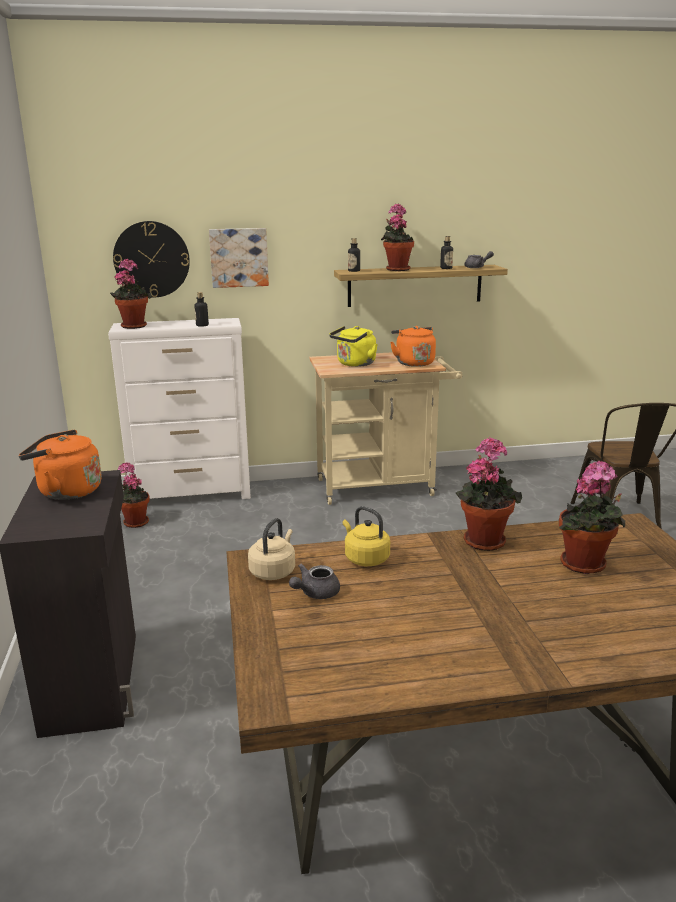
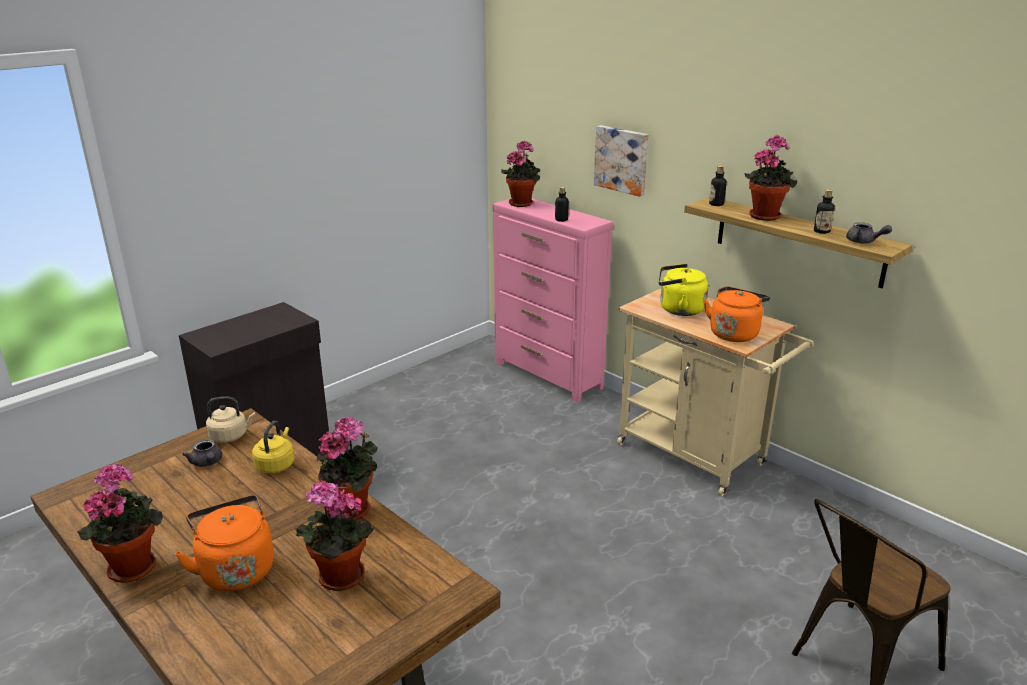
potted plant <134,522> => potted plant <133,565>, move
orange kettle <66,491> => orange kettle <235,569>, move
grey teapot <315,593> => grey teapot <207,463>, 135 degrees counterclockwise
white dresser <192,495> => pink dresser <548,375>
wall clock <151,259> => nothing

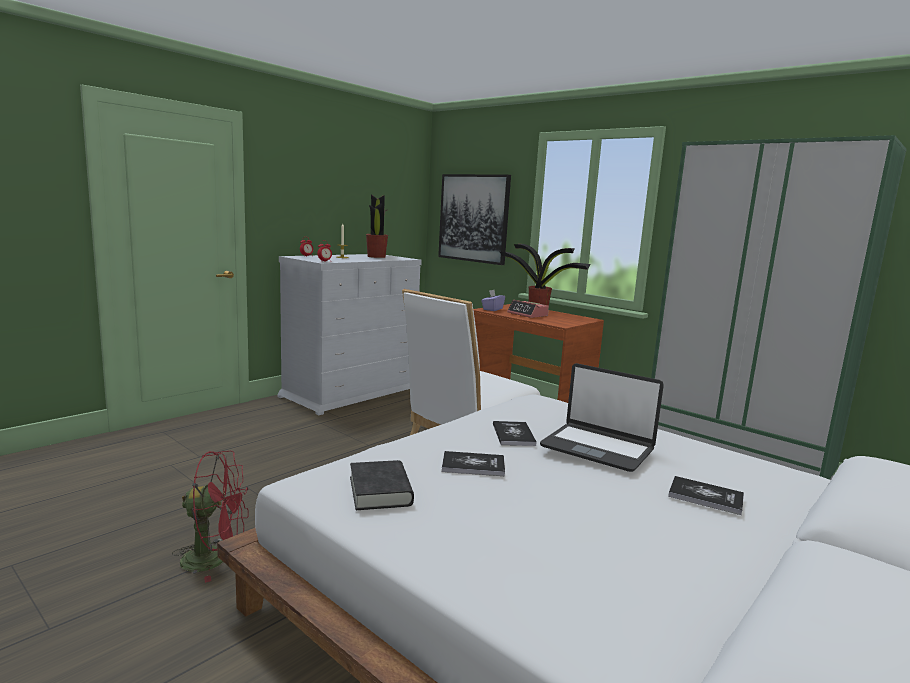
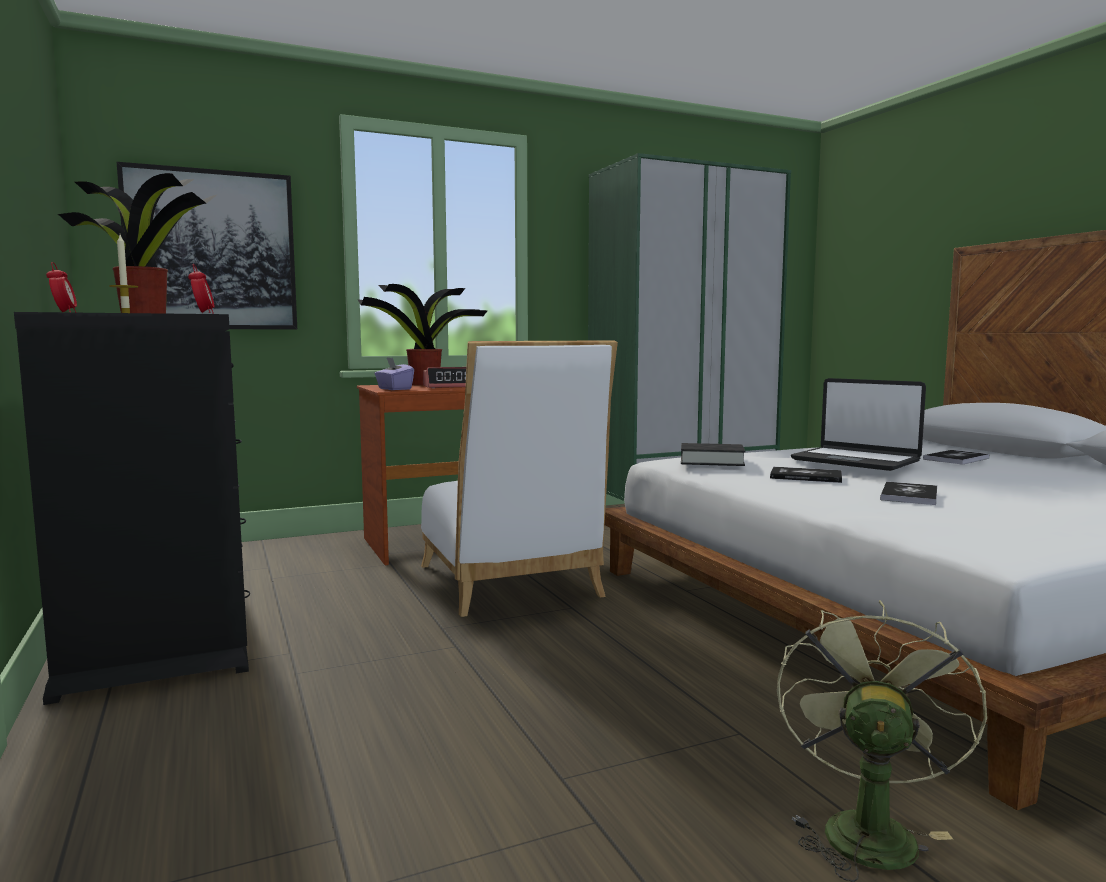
white dresser <350,392> => black dresser <161,628>
black book <380,491> => black book <711,461>, move
red fan <214,559> => green fan <865,828>
laptop <597,448> => laptop <855,460>, 75 degrees clockwise

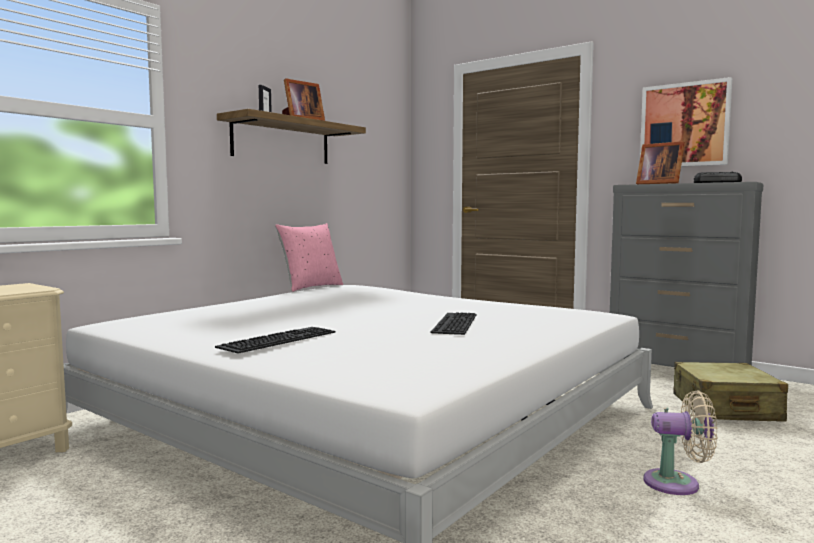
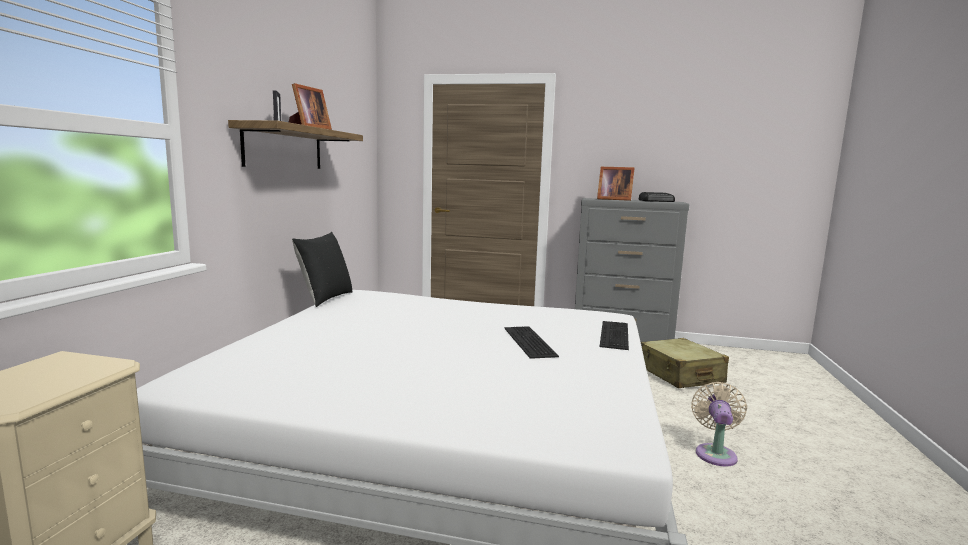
pink pillow <311,287> => black pillow <325,298>
keyboard <278,339> => keyboard <612,334>, move
beige fan <677,483> => beige fan <715,453>, 60 degrees counterclockwise
picture <684,125> => nothing

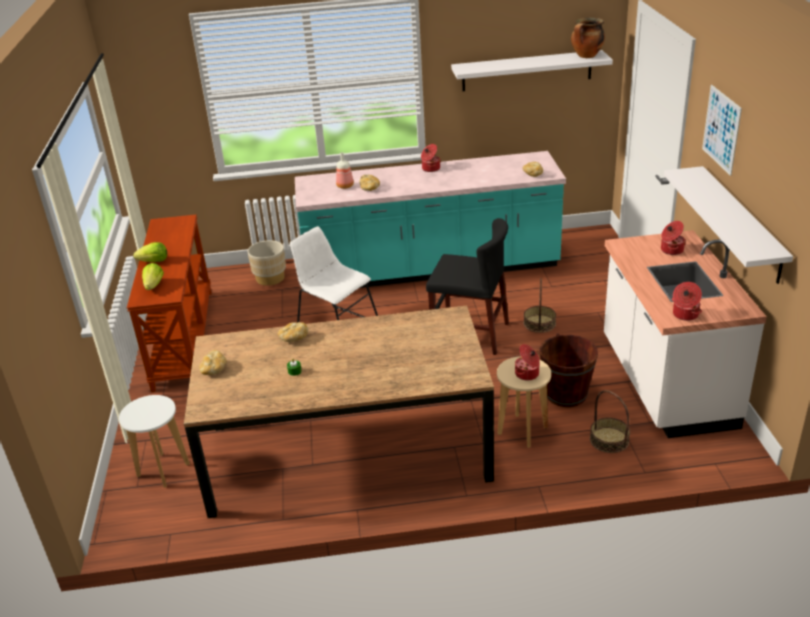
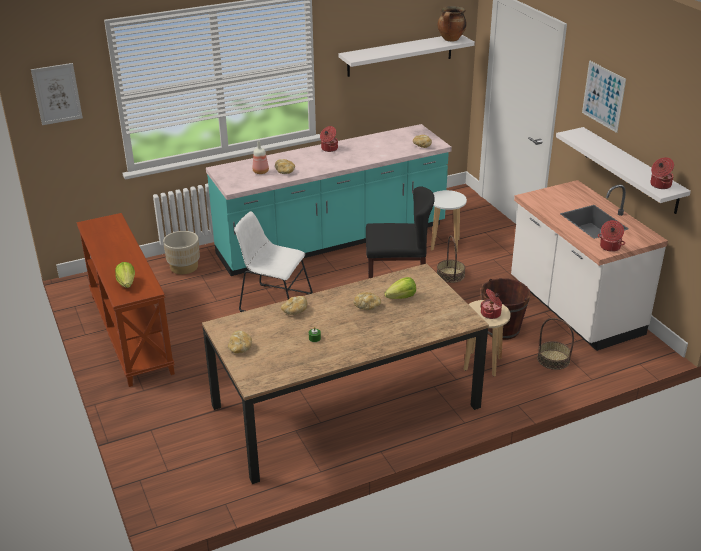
nothing => picture <57,94>
nothing => bread <367,306>
lettuce <154,261> => lettuce <401,297>, move
white stool <163,470> => white stool <444,245>, move
cooking pot <671,250> => cooking pot <659,185>, move

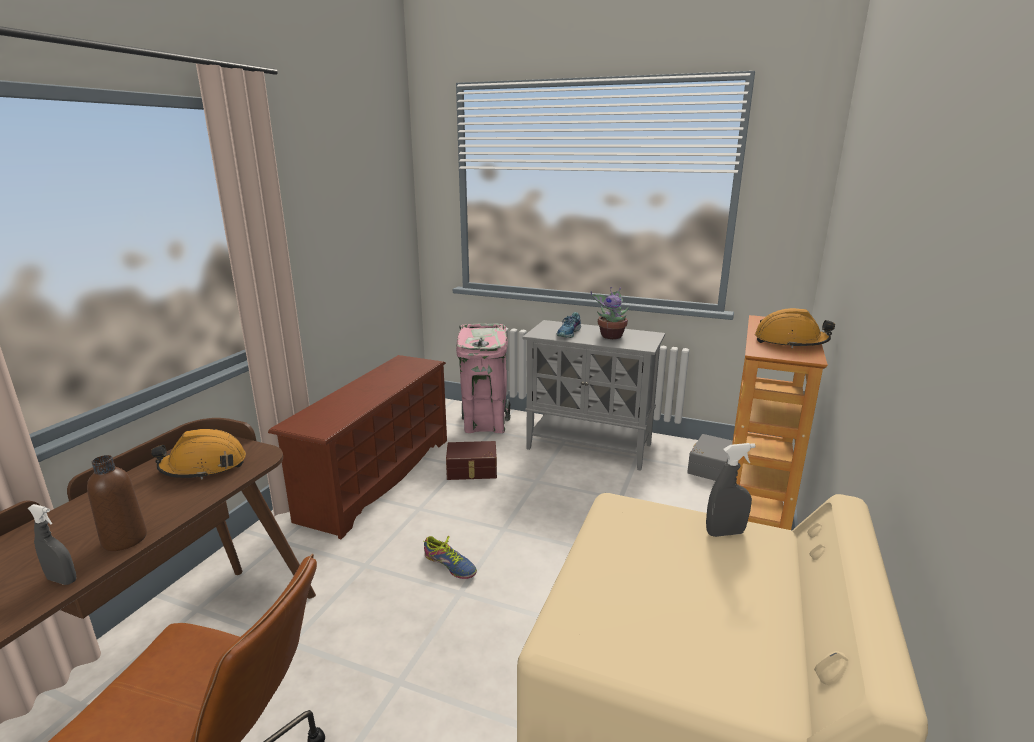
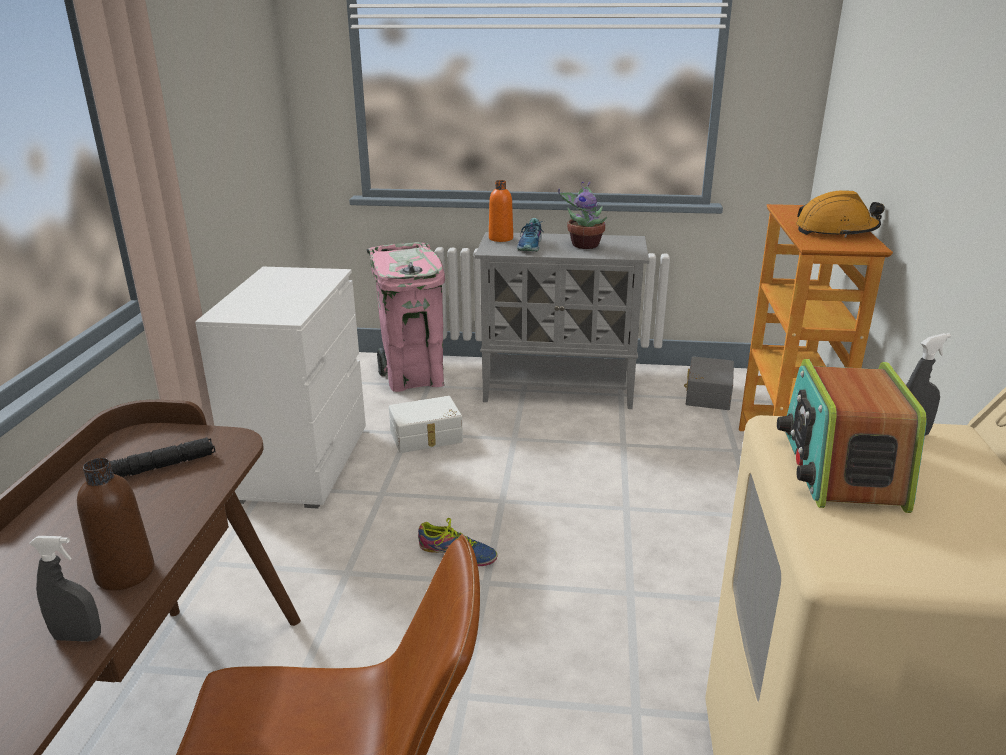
orange hard hat <204,466> => black flashlight <161,467>
brown shoe rack <376,477> => white dresser <303,463>
brown storage box <472,470> => white storage box <426,437>
nothing => orange bottle <501,238>
nothing => radio <840,468>

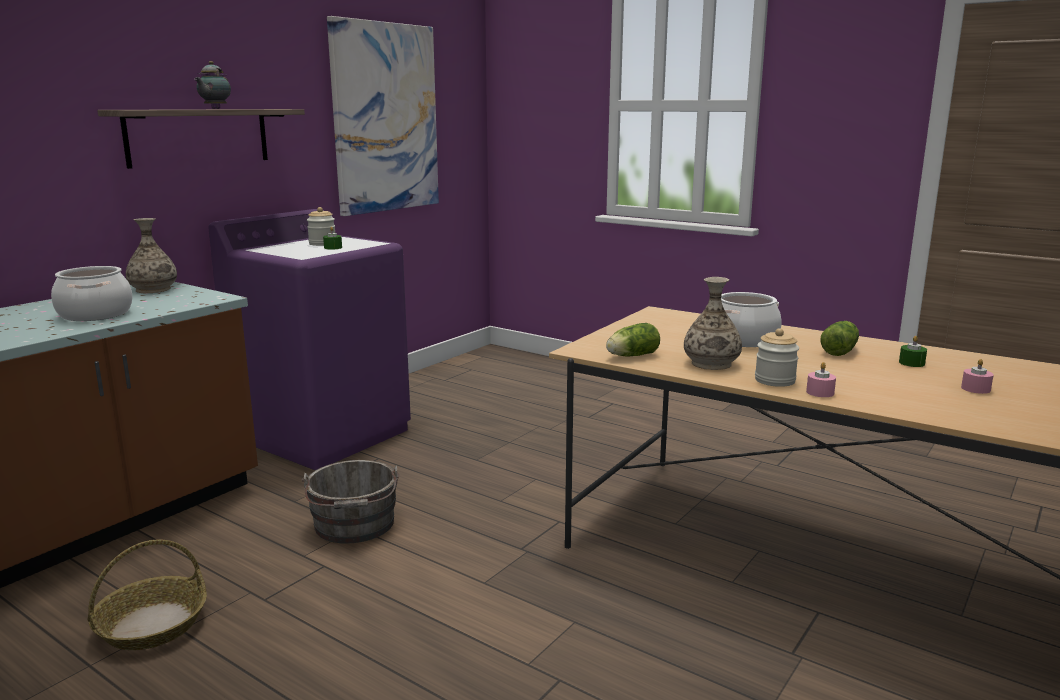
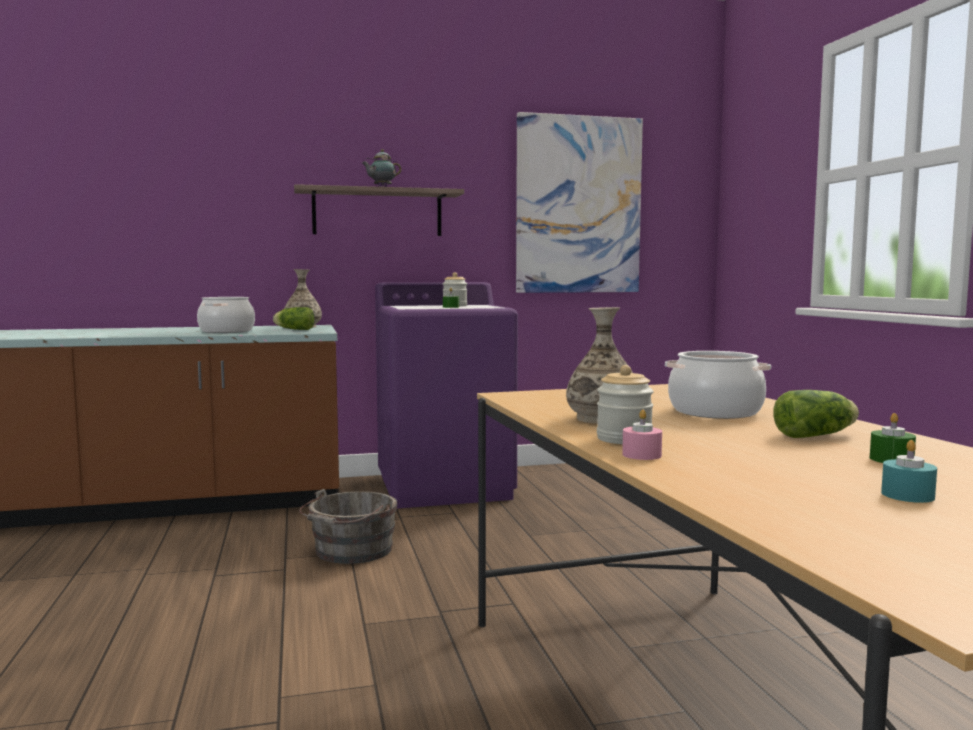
lettuce <631,356> => lettuce <293,329>, move
pink candle <975,389> => turquoise candle <907,495>
basket <152,624> => nothing

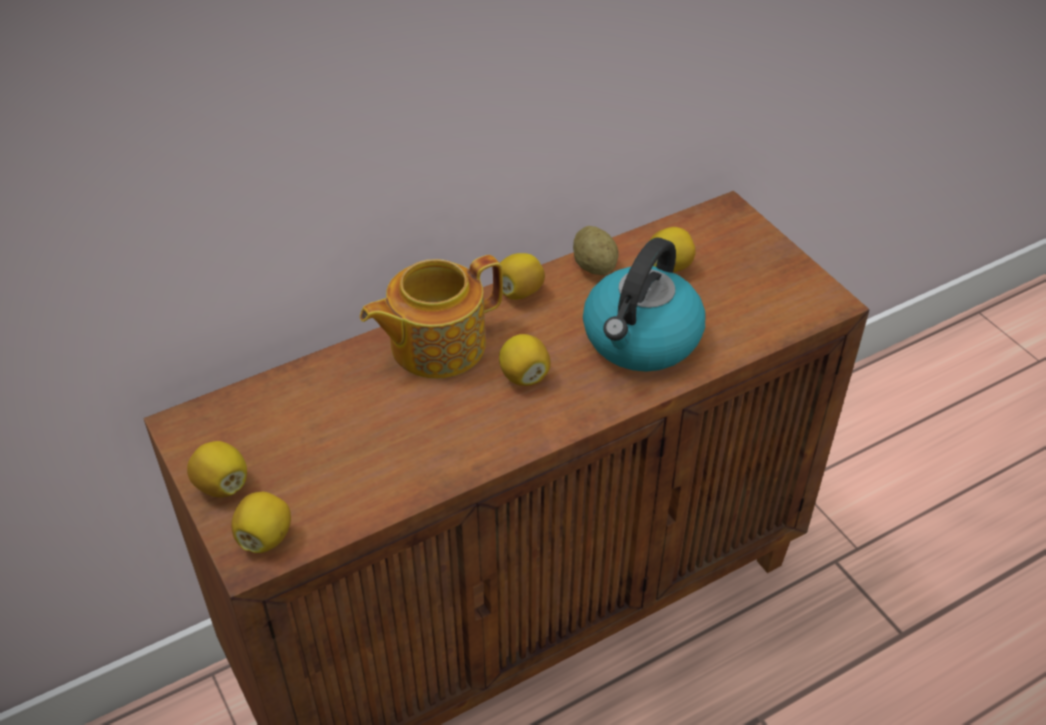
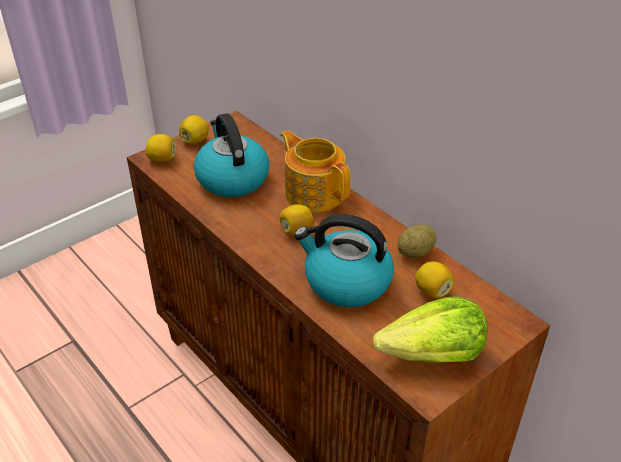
nothing => kettle <231,178>
nothing => lettuce <433,355>
lemon <519,292> => nothing

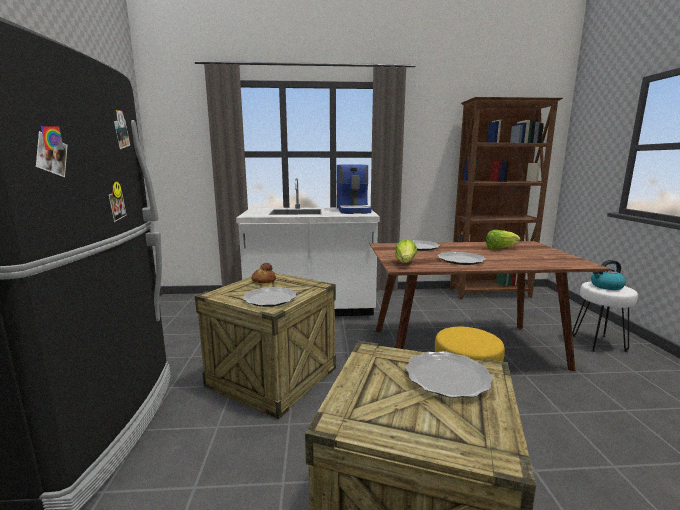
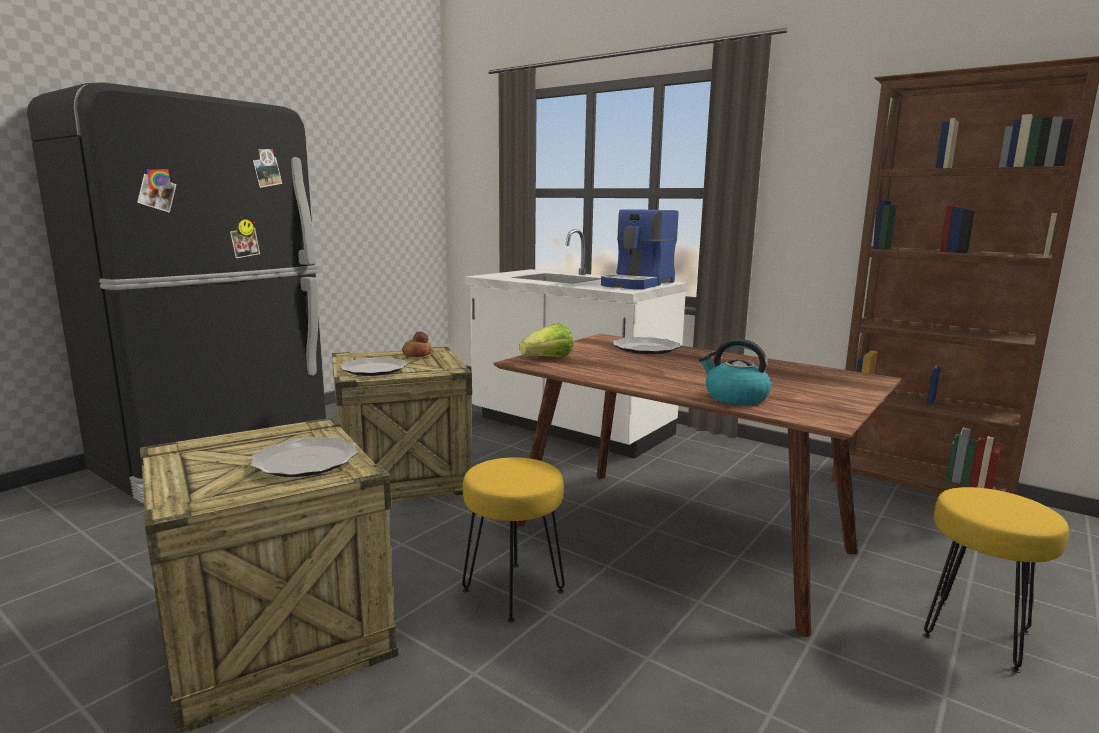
kettle <606,286> => kettle <735,398>, move
white stool <599,343> => yellow stool <977,635>
plate <460,260> => nothing
lettuce <500,248> => nothing

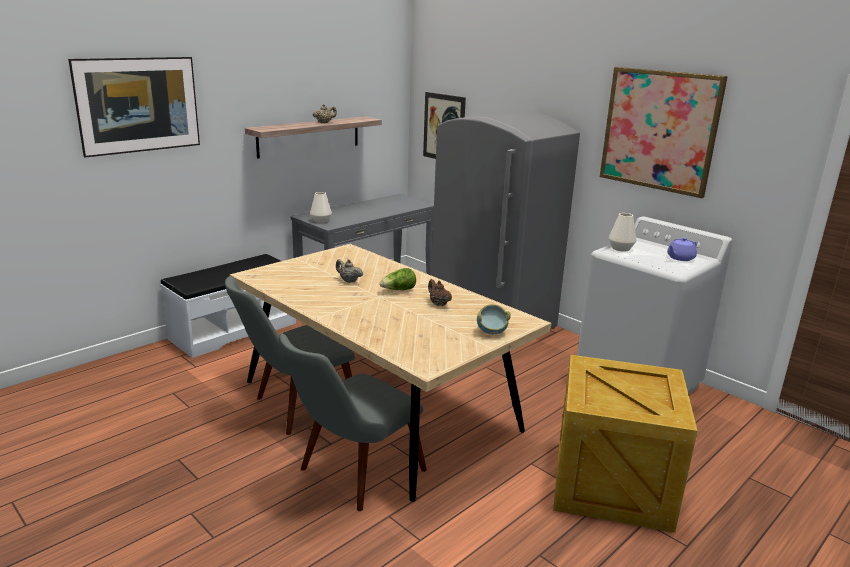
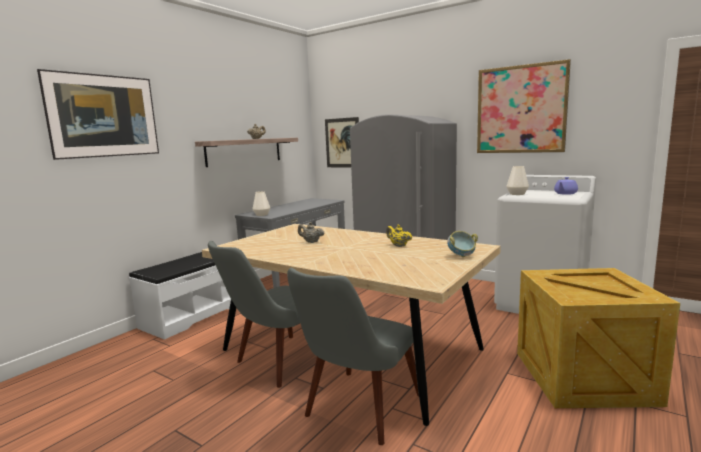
brown teapot <438,304> => yellow teapot <398,245>
lettuce <398,290> => nothing

